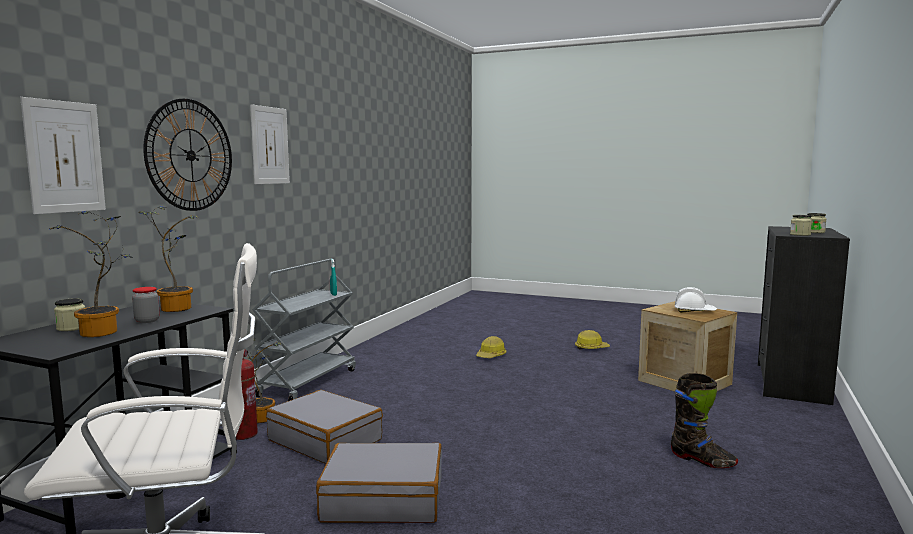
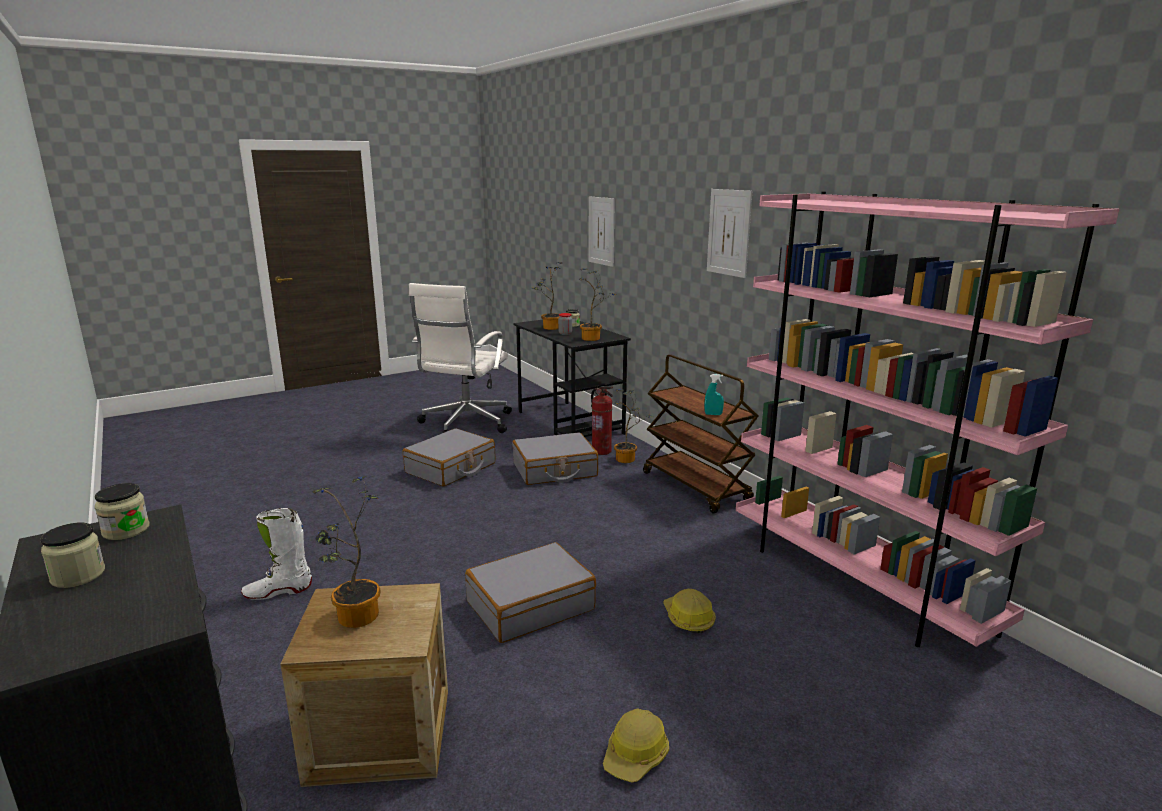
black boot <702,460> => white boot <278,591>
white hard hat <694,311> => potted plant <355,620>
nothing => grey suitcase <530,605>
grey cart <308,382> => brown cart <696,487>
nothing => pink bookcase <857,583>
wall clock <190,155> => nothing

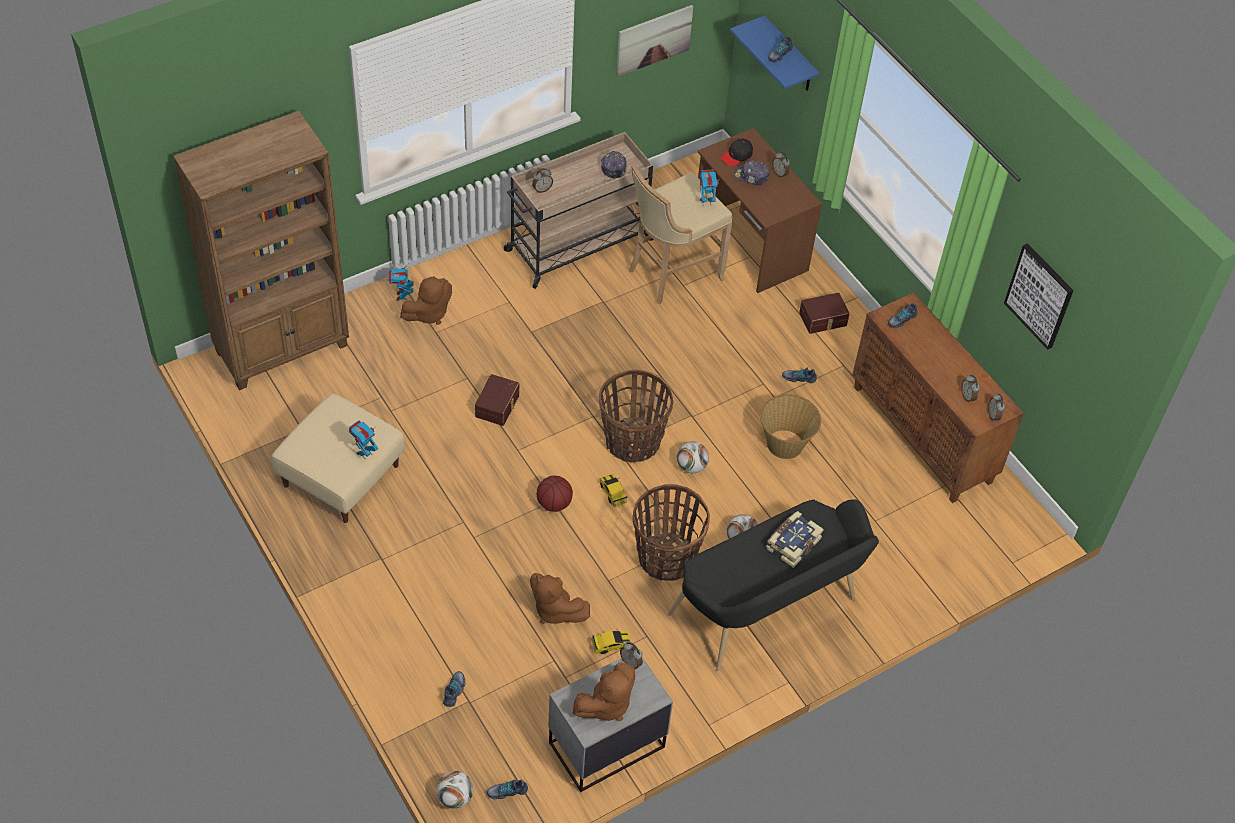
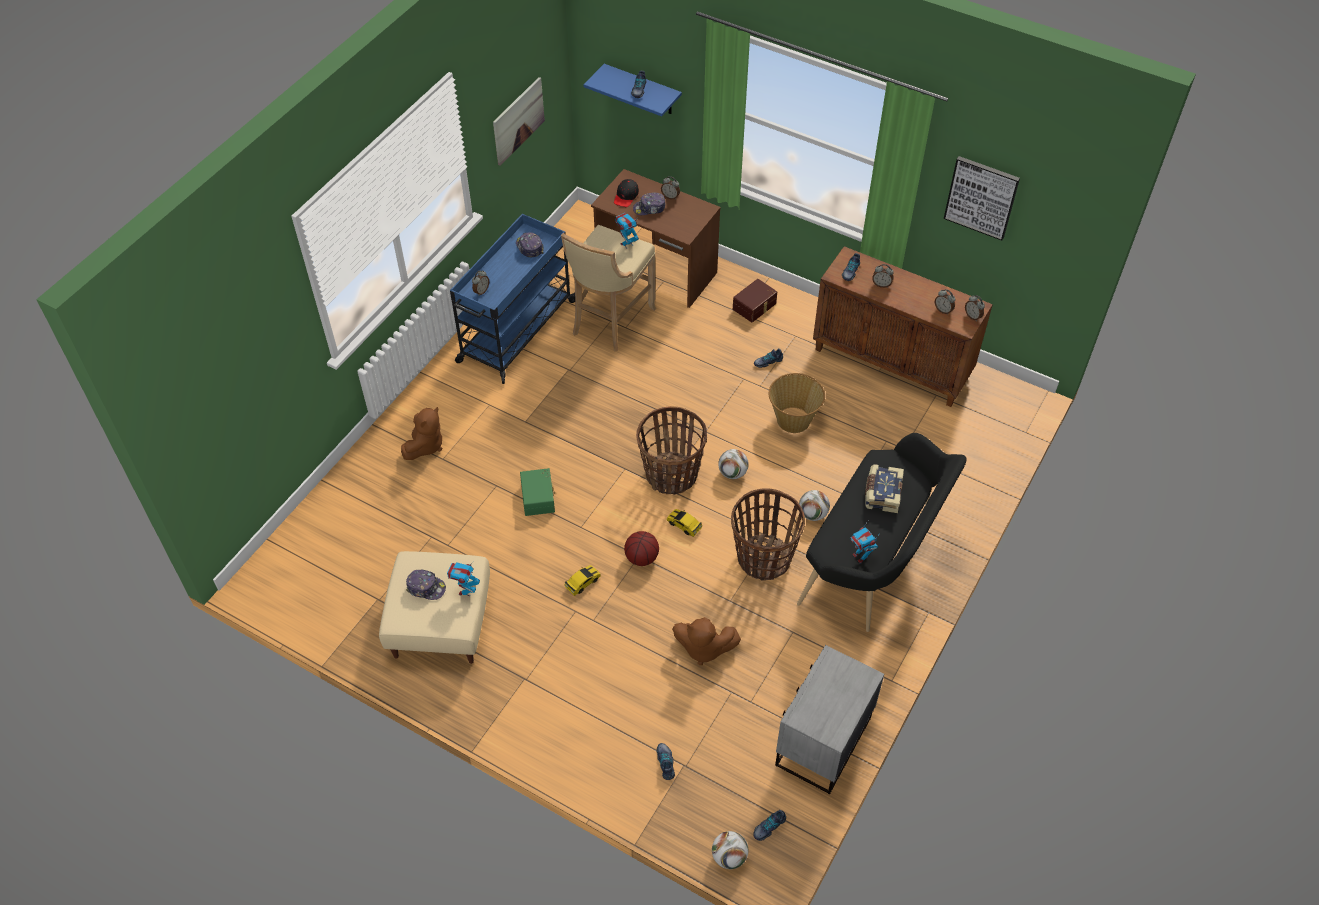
nothing => cap <426,588>
beige cart <577,245> => blue cart <516,332>
brown storage box <498,406> => green storage box <539,497>
toy car <611,645> => toy car <582,582>, move
toy robot <401,296> => toy robot <860,556>, move
alarm clock <631,662> => alarm clock <881,284>, move
brown bookcase <283,349> => nothing
brown plush toy <606,705> => nothing

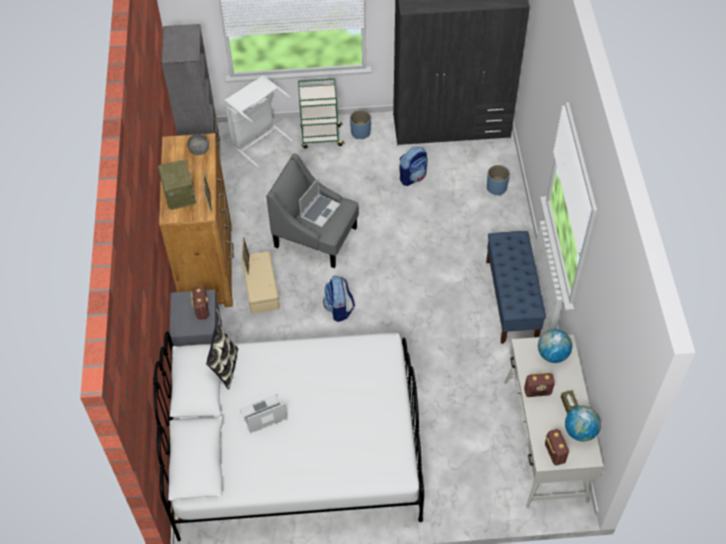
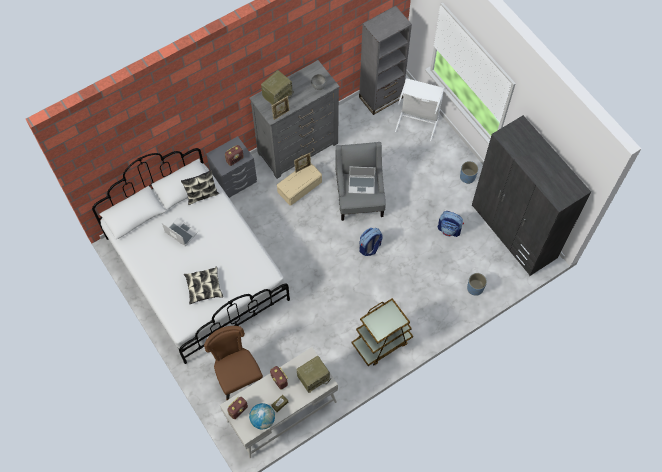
nothing => pillow <204,287>
nothing => brown chair <237,375>
brown dresser <207,266> => grey dresser <298,148>
globe <552,354> => radio <313,377>
blue bench <511,300> => brown cart <381,342>
backpack <339,309> => backpack <370,247>, move
green cart <320,137> => nothing

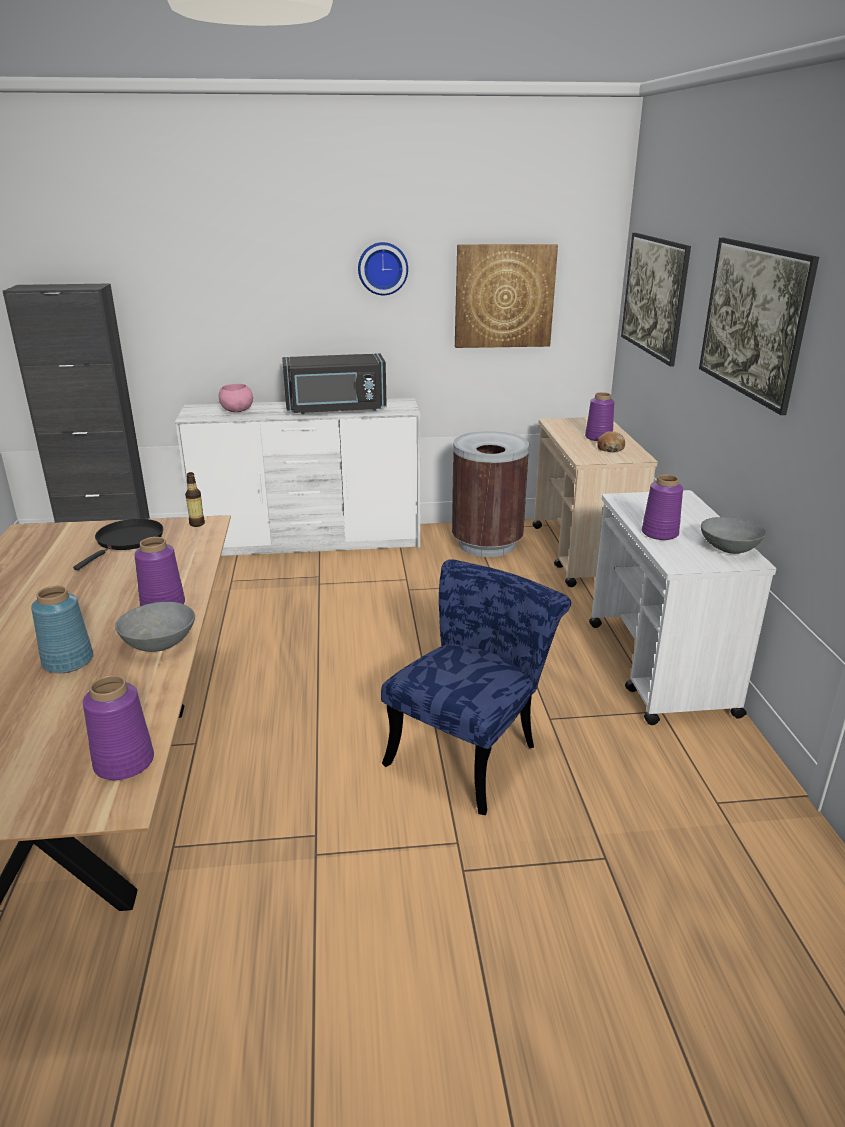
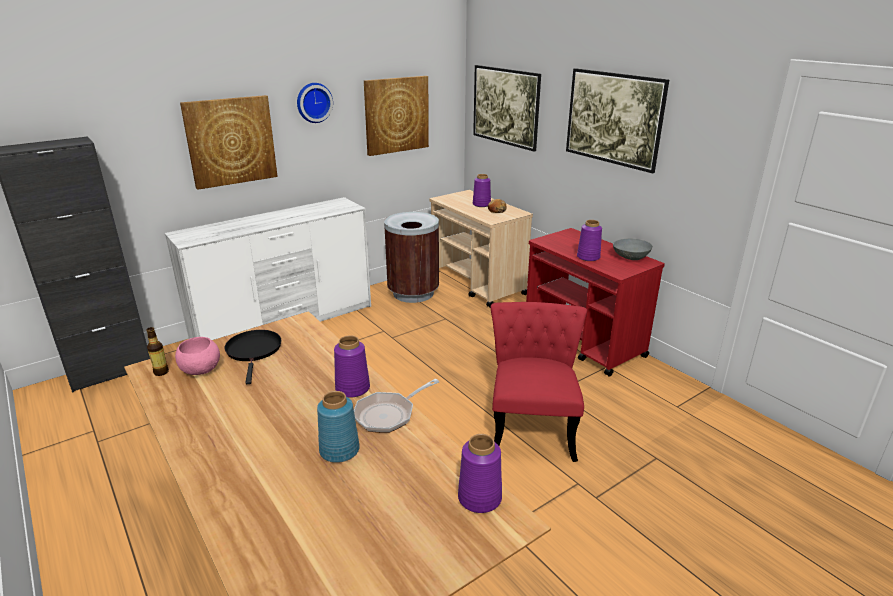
bottle <197,524> => bottle <161,372>, move
pink bowl <236,410> => pink bowl <200,370>, move
nothing => picture <231,141>
grey bowl <160,643> => frying pan <388,414>
blue chair <471,750> => red chair <532,426>
white cart <659,668> => red cart <584,342>
black microwave <336,409> => nothing

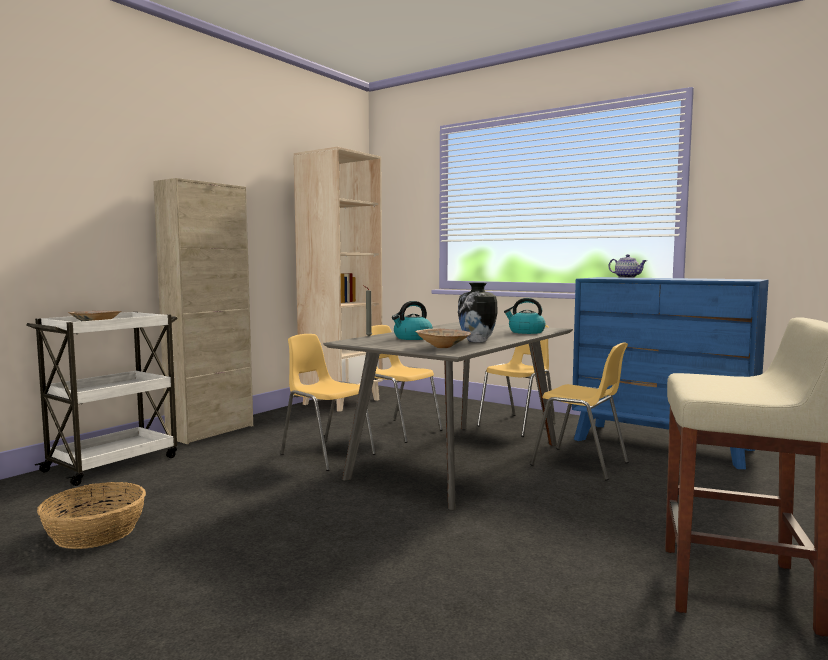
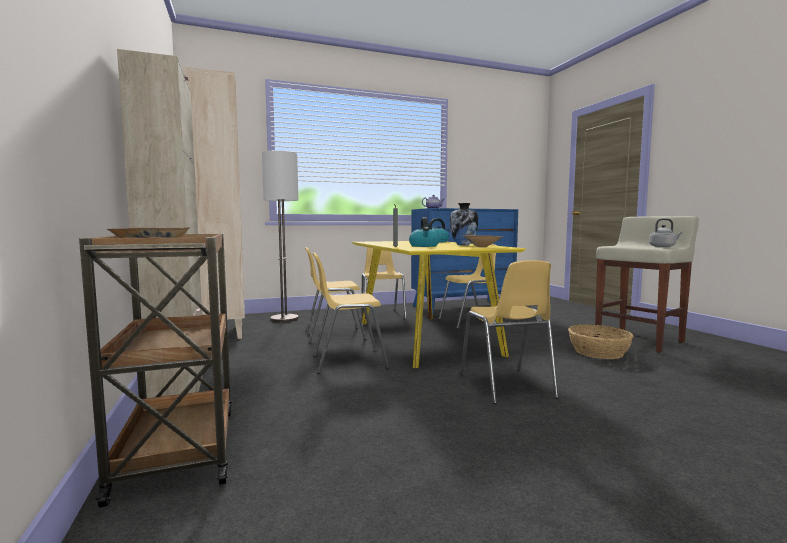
white cart <114,463> => brown cart <178,449>
nothing => floor lamp <284,319>
grey dining table <457,460> => yellow dining table <423,337>
nothing => yellow chair <506,386>
basket <94,532> => basket <598,352>, move
nothing => grey kettle <663,247>

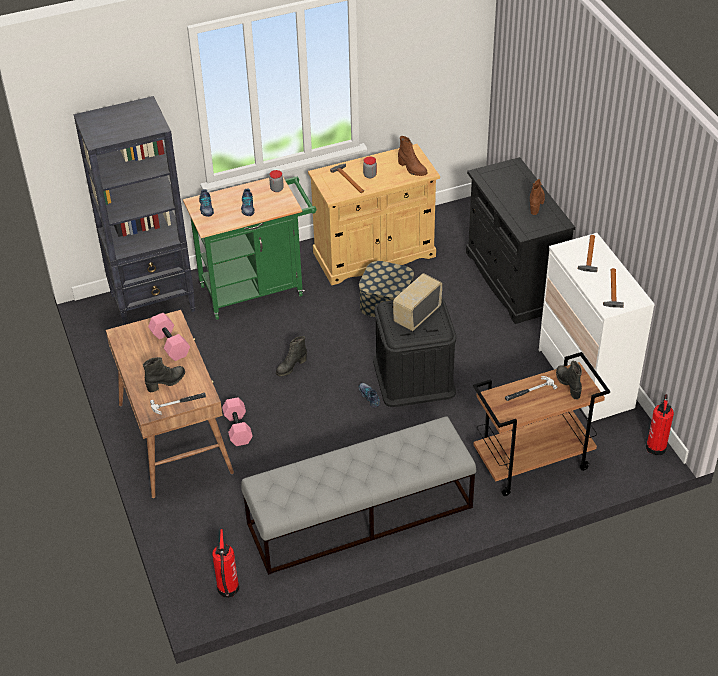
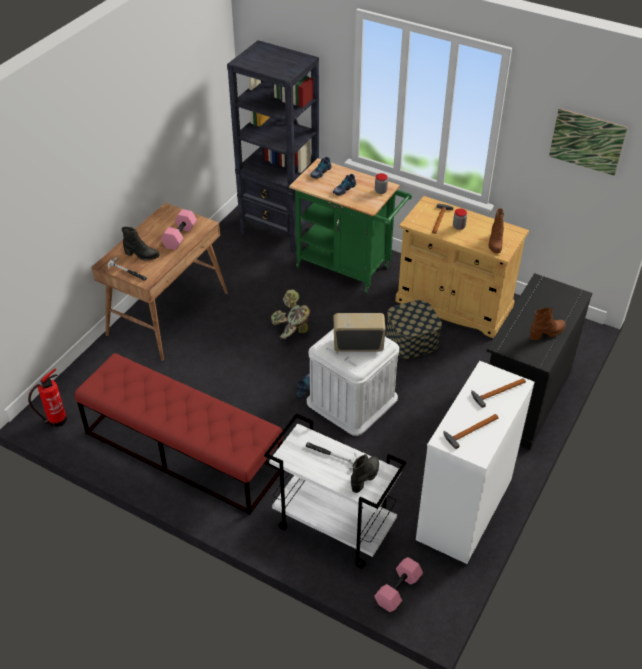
grey bench <359,516> => red bench <182,451>
brown cart <532,463> => white cart <332,527>
black boot <291,367> => potted plant <291,329>
black storage box <414,376> => white storage box <352,400>
pink dumbbell <238,428> => pink dumbbell <398,591>, move
nothing => picture <587,141>
fire extinguisher <656,446> => nothing

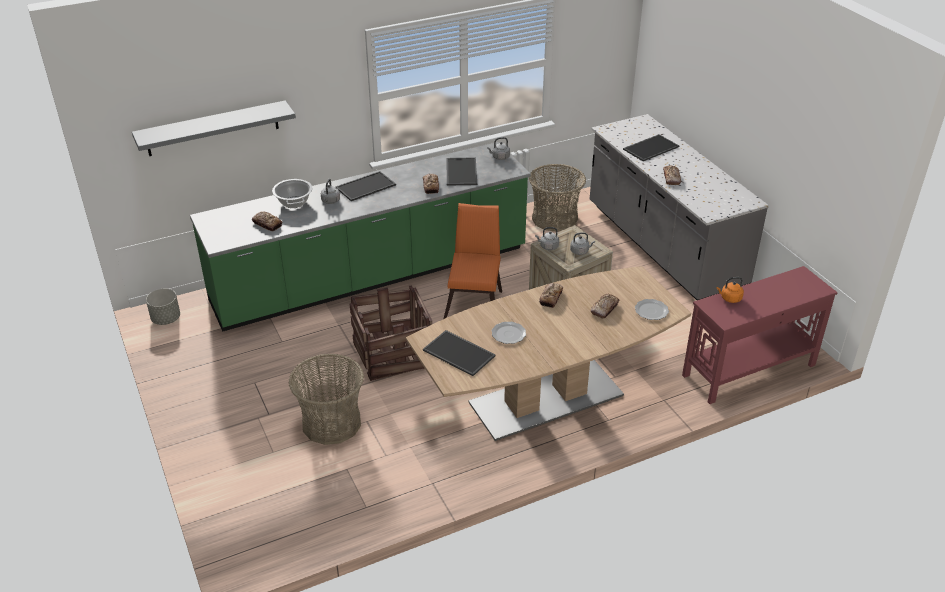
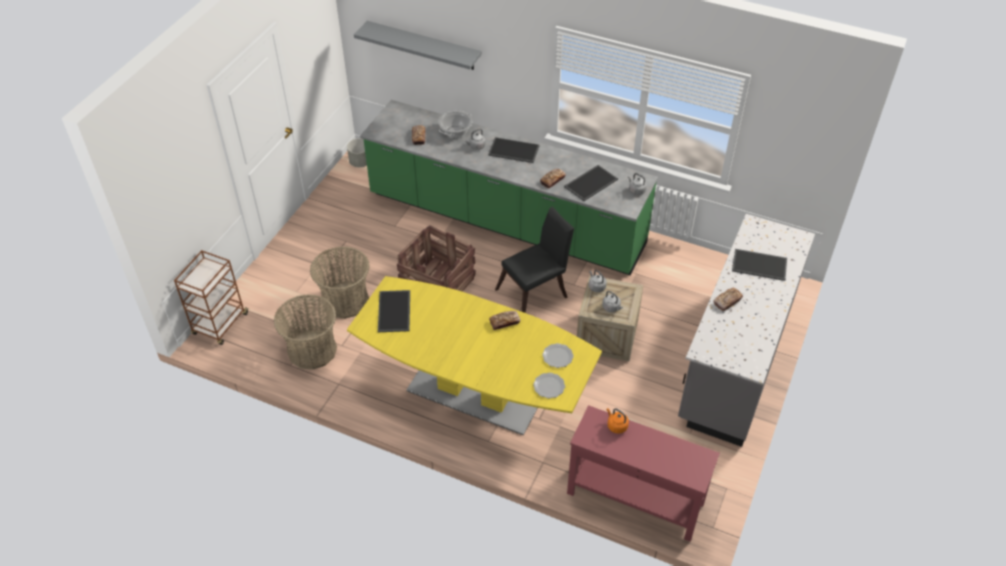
nothing => brown cart <220,325>
basket <554,219> => basket <312,350>, move
brown dining table <545,399> => yellow dining table <474,393>
orange chair <474,304> => black chair <535,292>
plate <509,334> => plate <557,357>, move
bread <604,309> => nothing

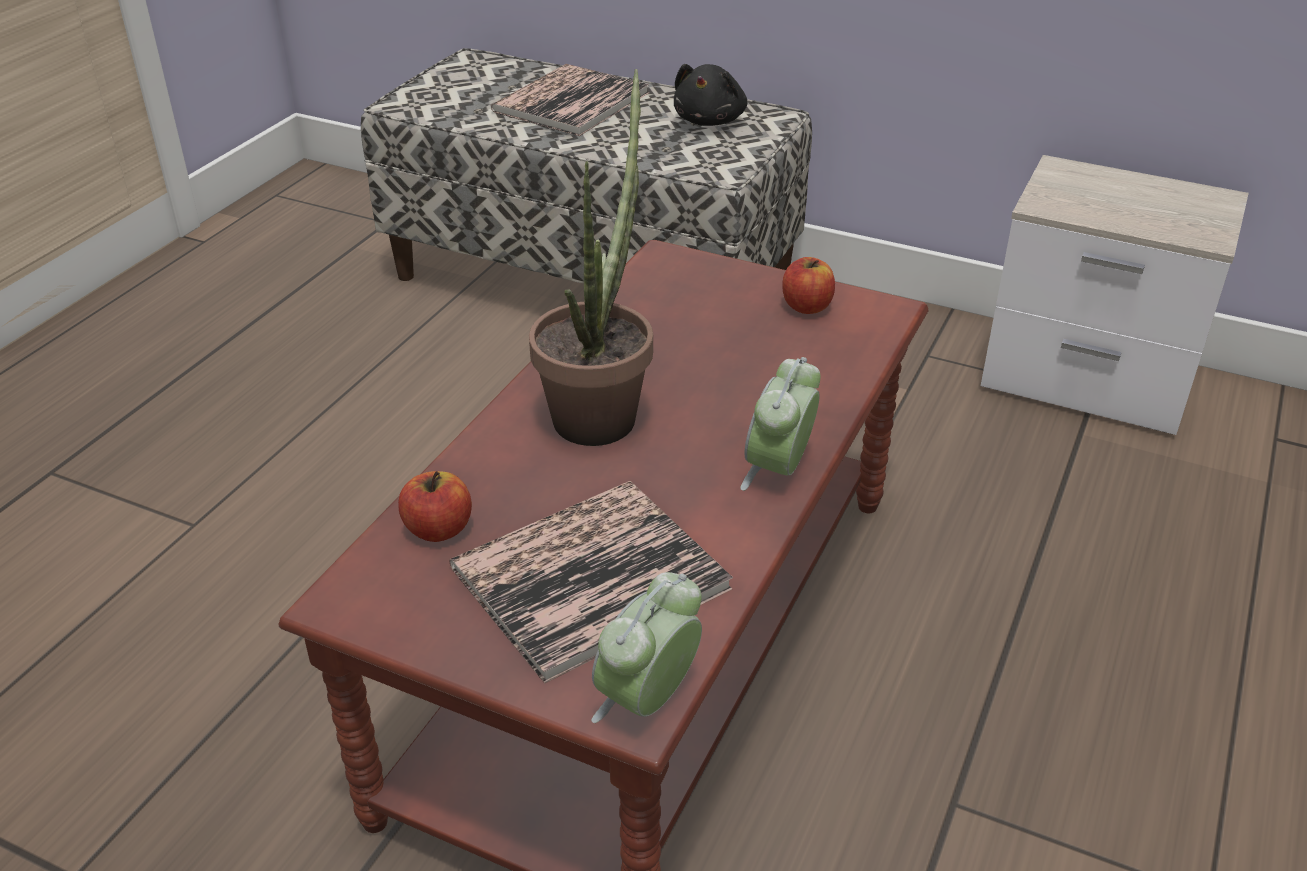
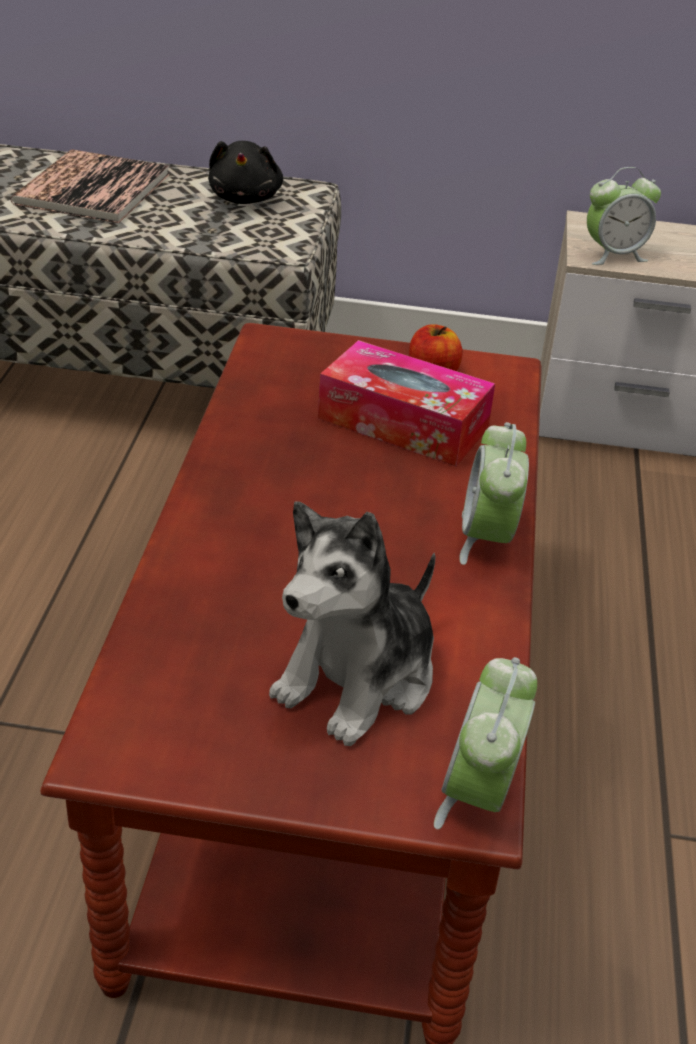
book <590,578> => plush toy <359,679>
nothing => tissue box <403,423>
nothing => alarm clock <613,255>
apple <438,529> => nothing
potted plant <601,409> => nothing

